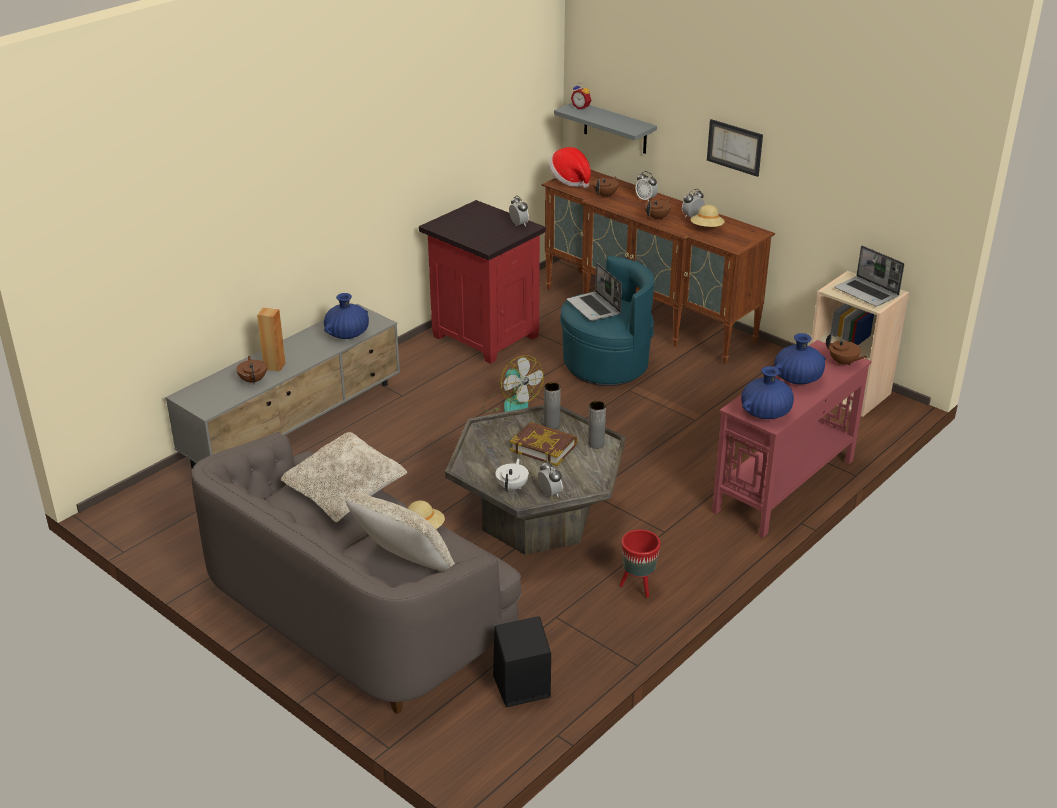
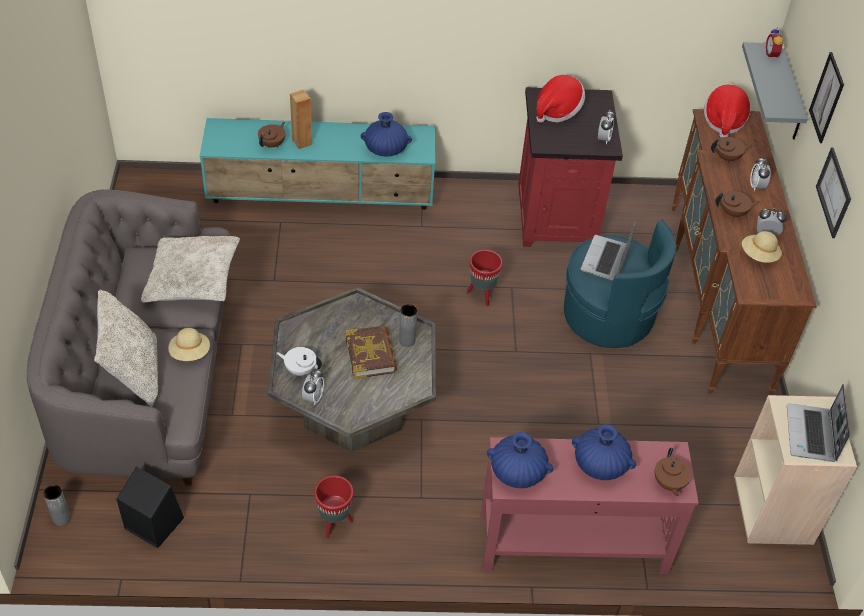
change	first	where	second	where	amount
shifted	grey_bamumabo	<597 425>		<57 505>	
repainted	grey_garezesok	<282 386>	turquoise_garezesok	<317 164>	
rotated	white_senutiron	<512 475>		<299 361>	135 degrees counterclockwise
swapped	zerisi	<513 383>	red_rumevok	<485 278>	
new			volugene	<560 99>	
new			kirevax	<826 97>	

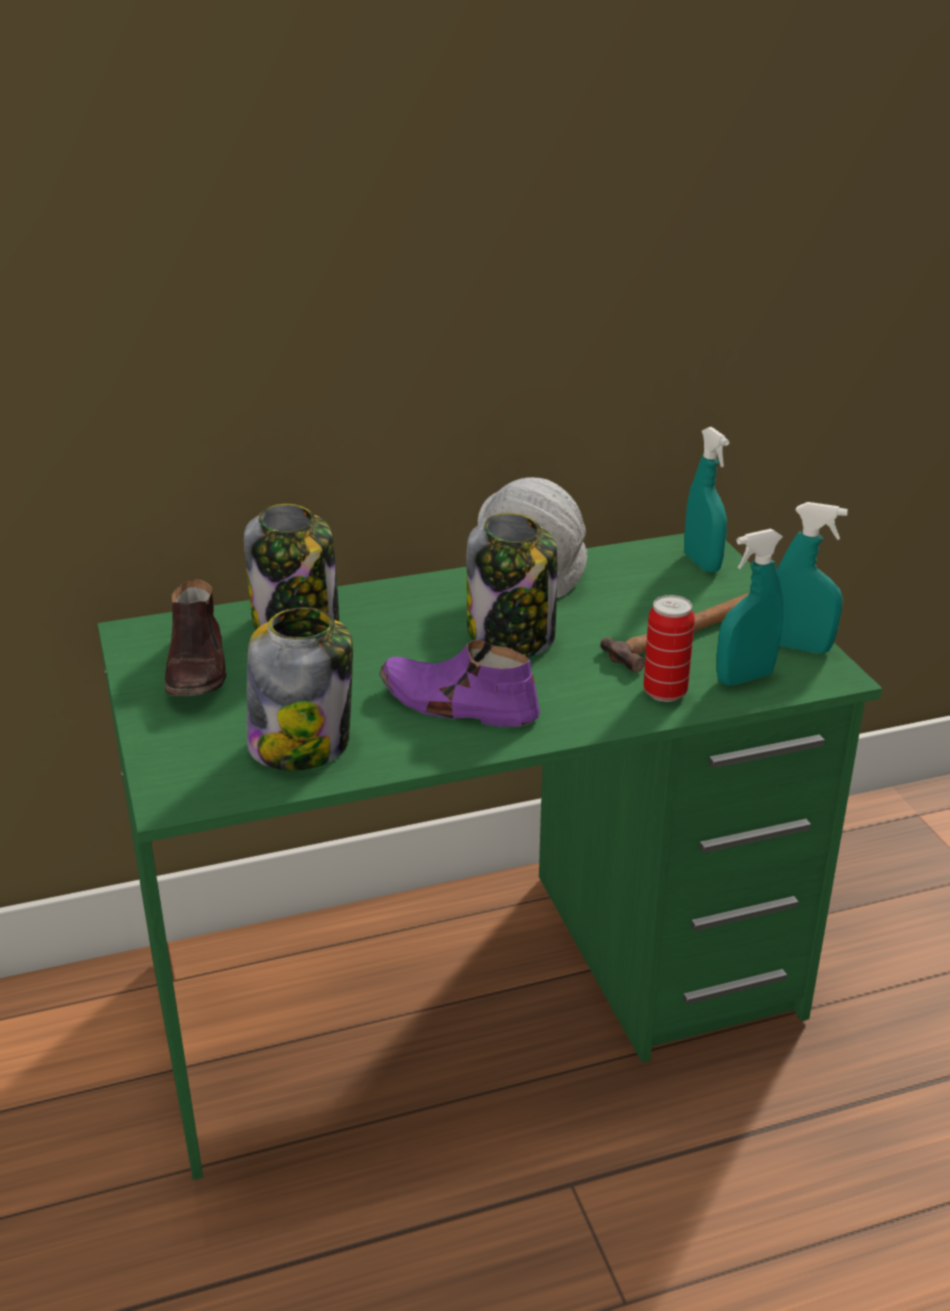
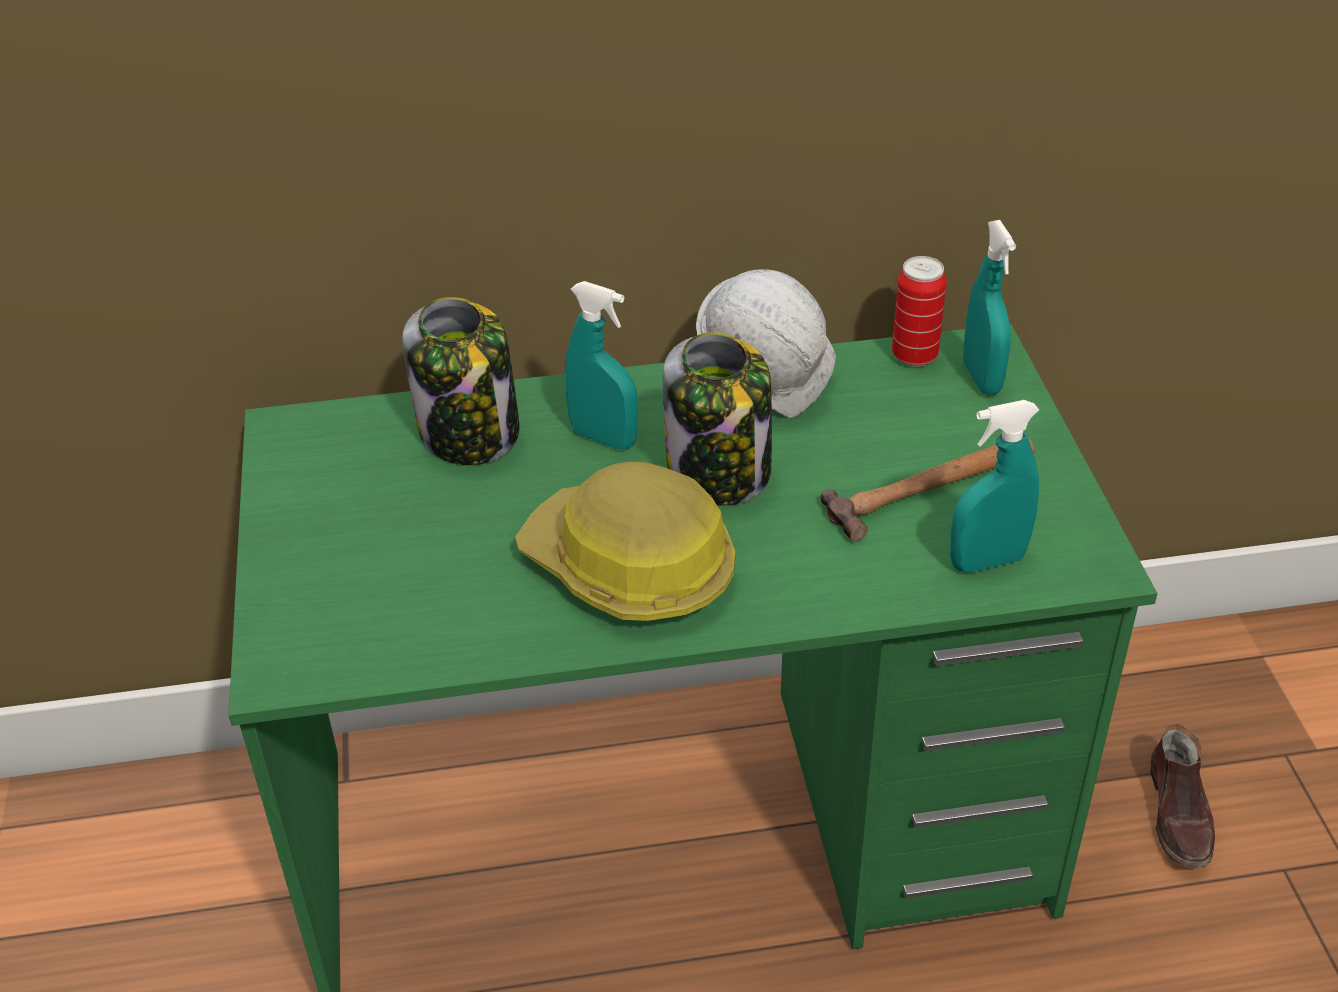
change	first	where	second	where	amount
swapped	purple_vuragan	<460 683>	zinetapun	<625 541>	
shifted	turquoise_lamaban	<812 577>		<601 365>	
shifted	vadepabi	<669 648>		<919 311>	
shifted	brown_vuragan	<195 637>		<1183 796>	
gone	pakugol	<300 688>			

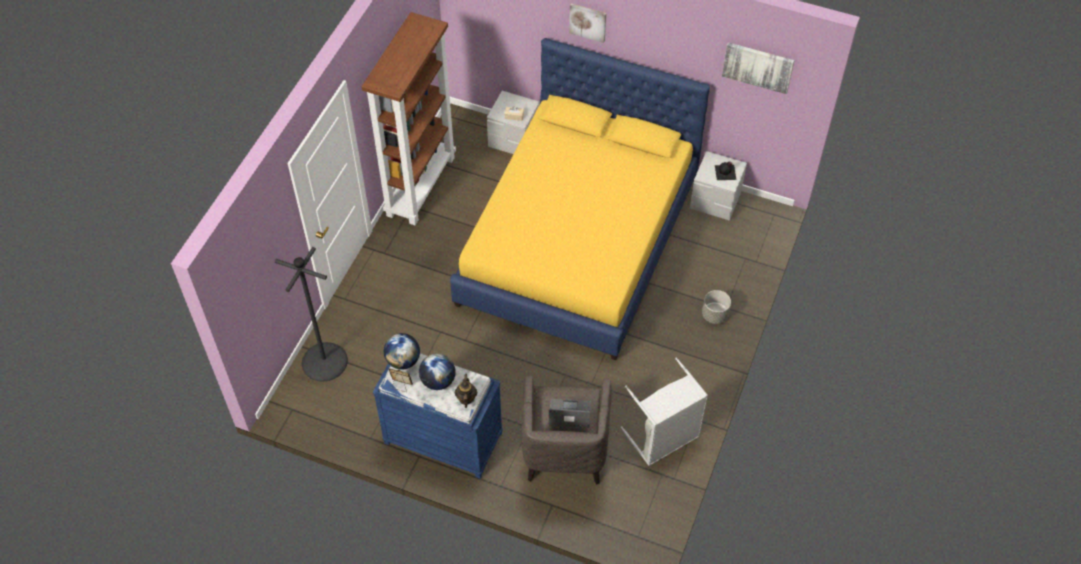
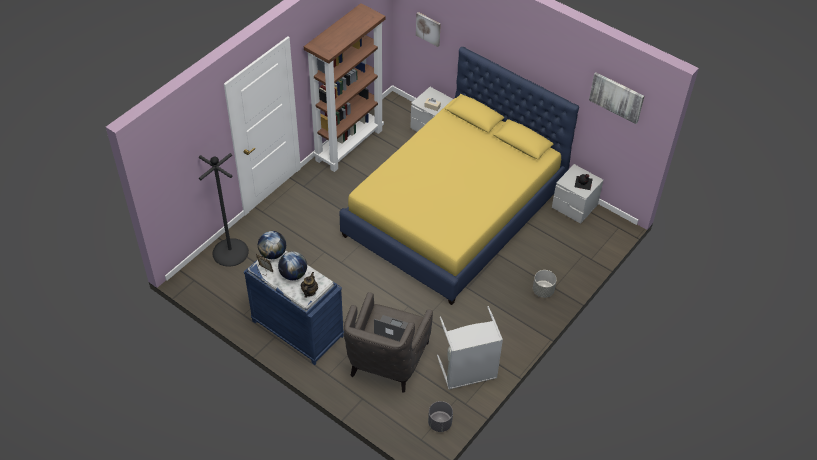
change	first	where	second	where	amount
shifted	kirevax	<587 23>		<428 29>	
new			grey_rumevok	<440 416>	

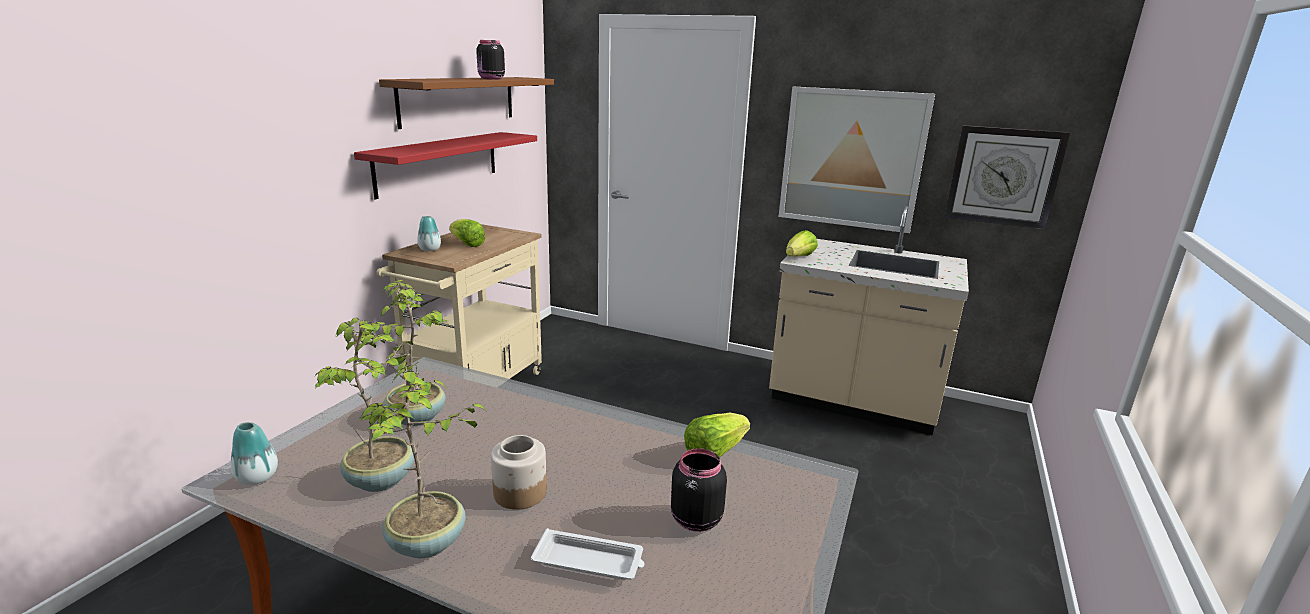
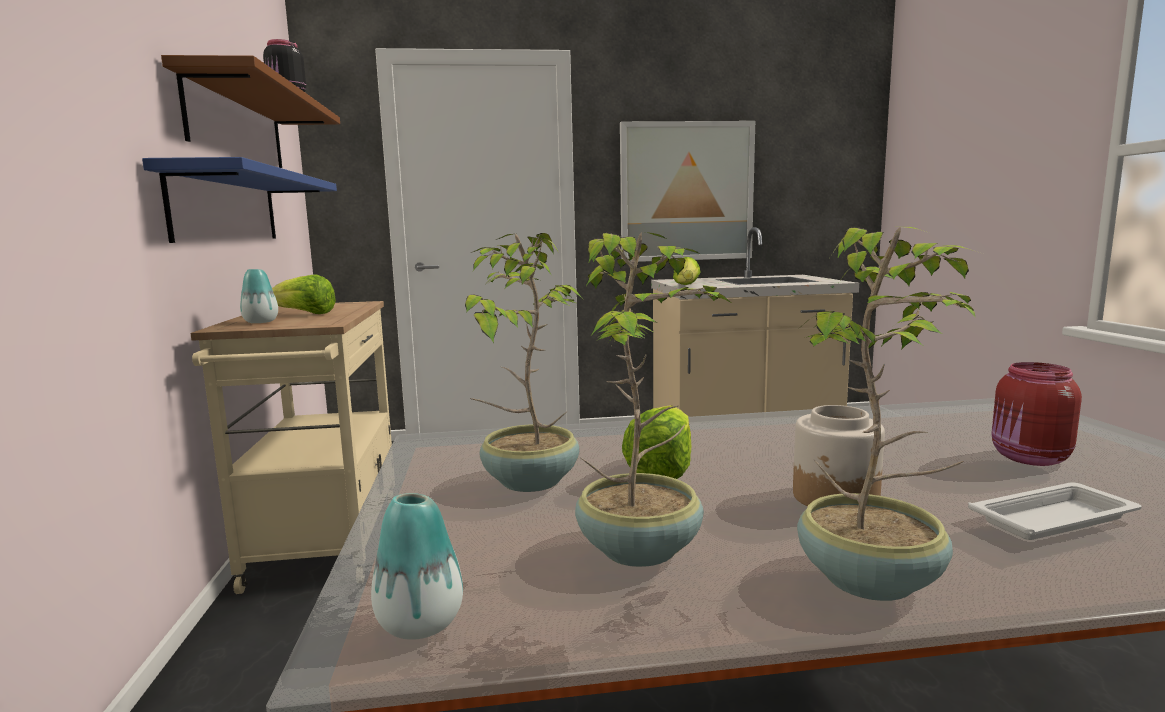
change	first	where	second	where	amount
repainted	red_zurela	<445 165>	blue_zurela	<239 200>	
shifted	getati	<717 435>		<656 442>	
repainted	black_pakugol	<699 490>	red_pakugol	<1037 414>	
gone	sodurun	<1007 177>			

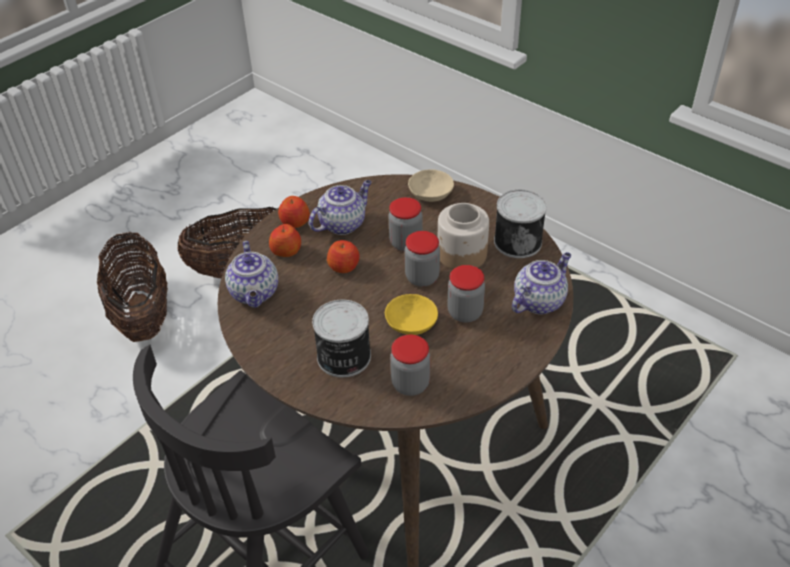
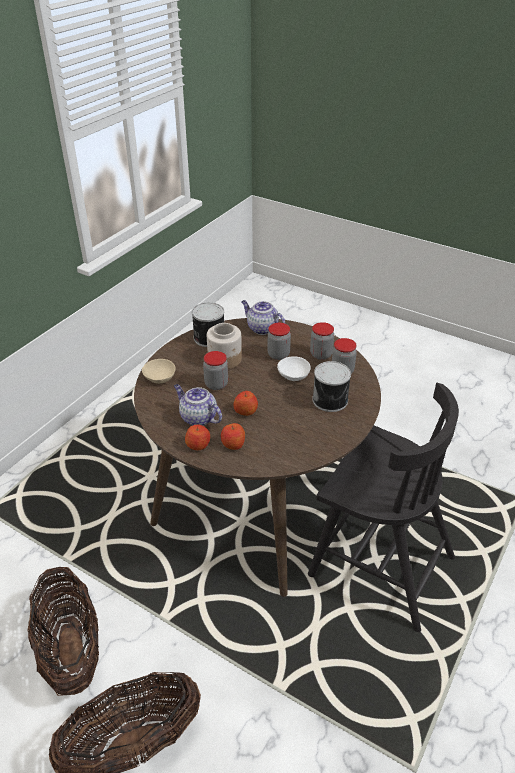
change	first	where	second	where	amount
repainted	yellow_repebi	<411 314>	white_repebi	<294 368>	
shifted	pakugol	<422 259>		<322 341>	
gone	senutiron	<251 274>			

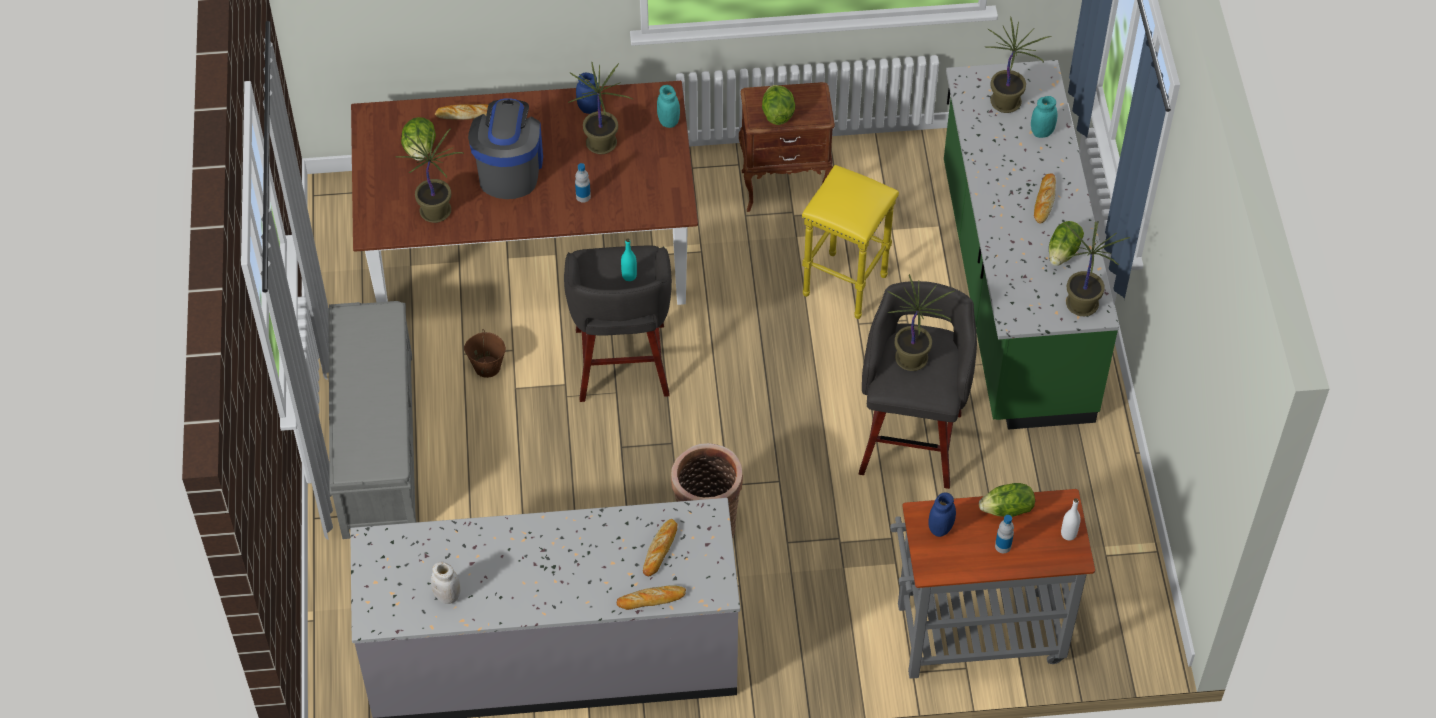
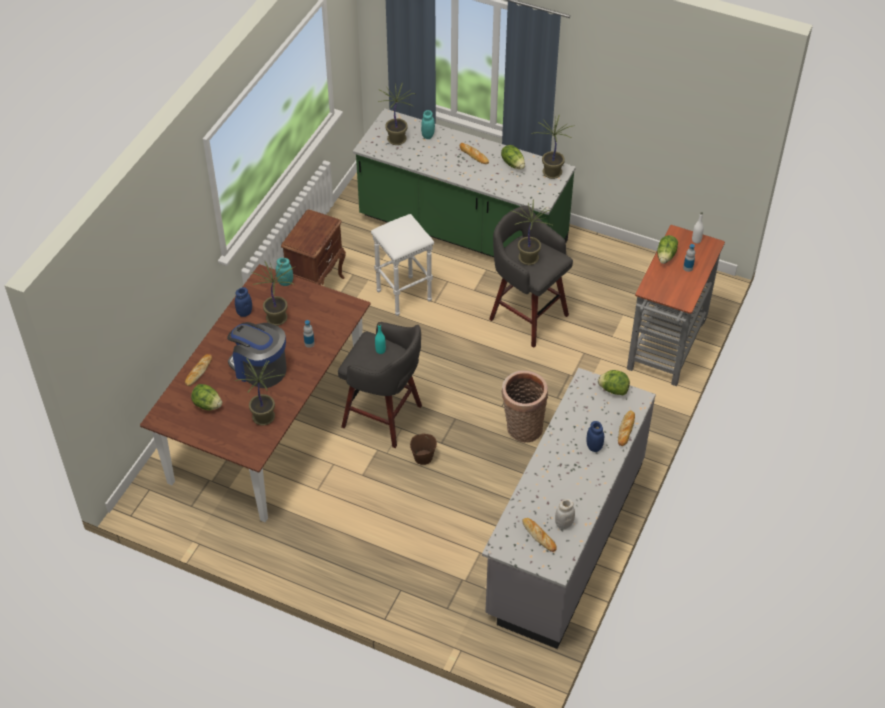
change	first	where	second	where	amount
repainted	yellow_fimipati	<850 242>	white_fimipati	<402 265>	
shifted	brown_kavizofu	<485 353>		<423 449>	
shifted	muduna	<660 548>		<539 535>	
shifted	blue_pakugol	<942 514>		<595 436>	
shifted	getati	<778 105>		<614 382>	
gone	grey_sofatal	<372 420>			

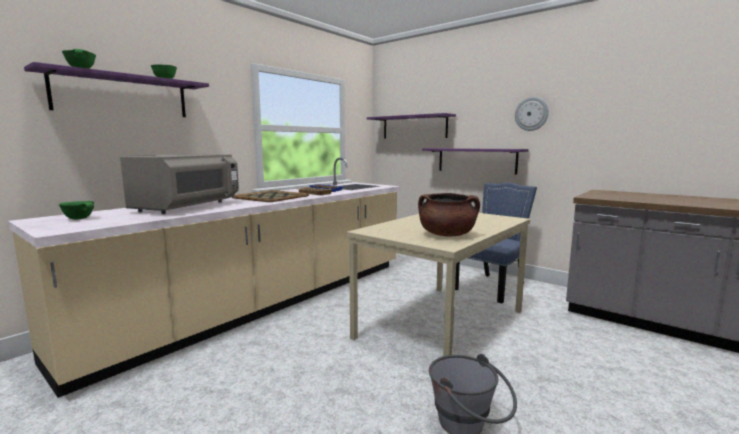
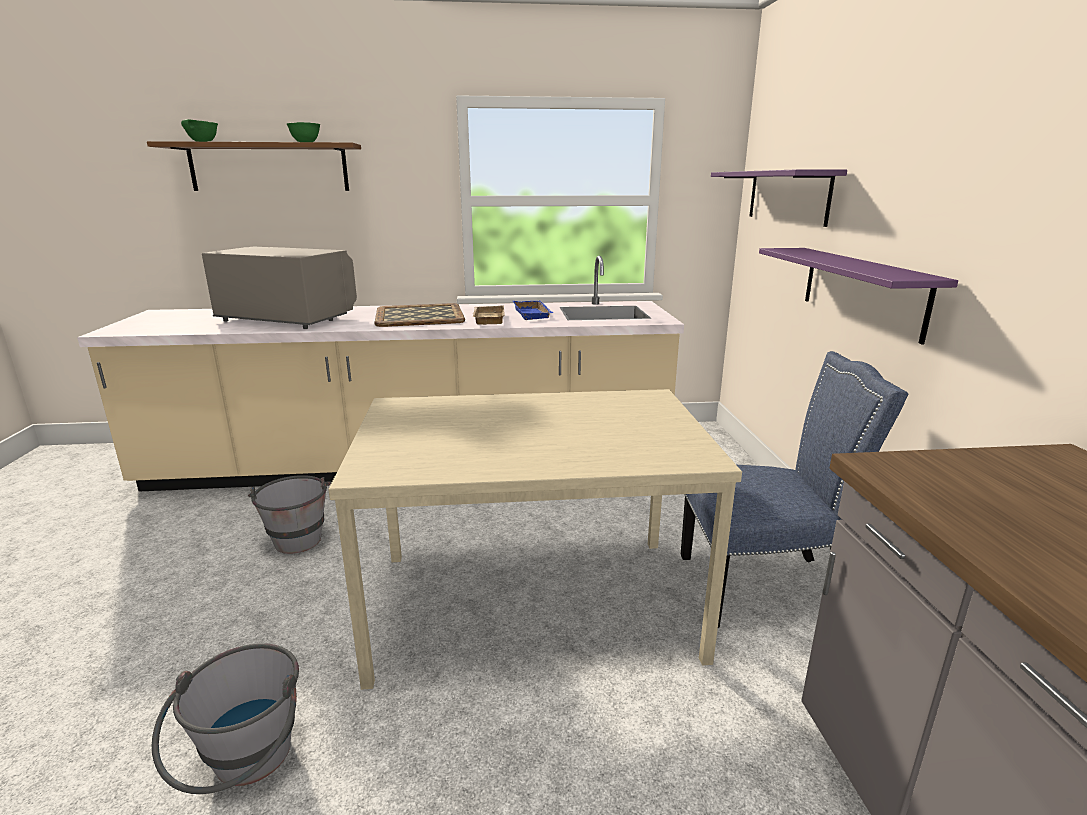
change	first	where	second	where	amount
repainted	purple_zurela	<116 89>	brown_zurela	<254 166>	
rotated	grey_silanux	<179 184>		<279 288>	135 degrees counterclockwise
new			grey_kavizofu	<290 514>	
gone	green_repebi	<76 210>			
gone	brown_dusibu	<449 214>			
gone	sodurun	<532 114>			

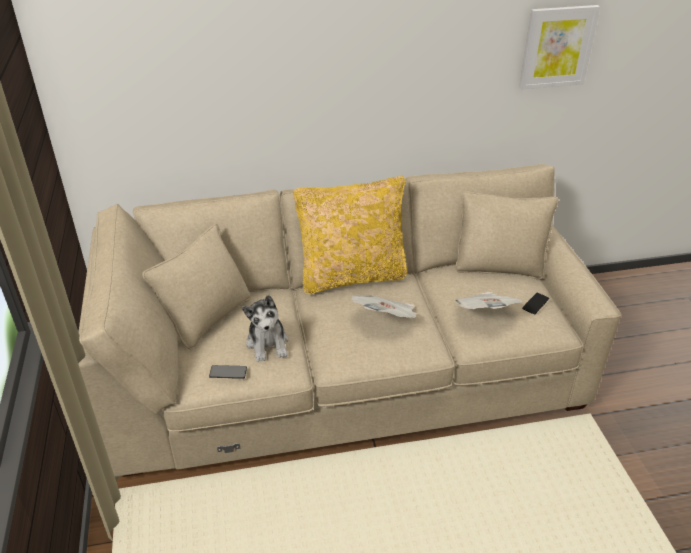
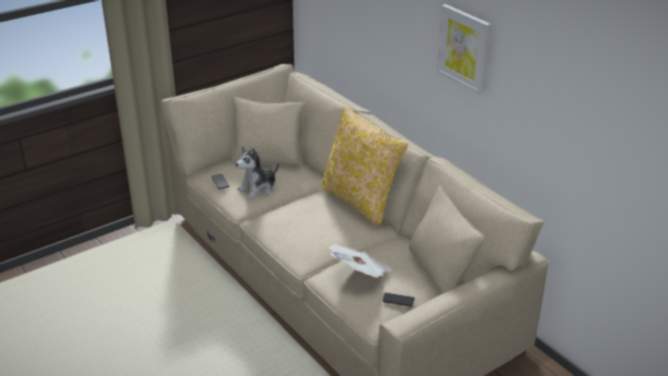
change	first	where	second	where	amount
shifted	kirevax	<559 47>		<464 49>	
gone	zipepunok	<384 306>			

